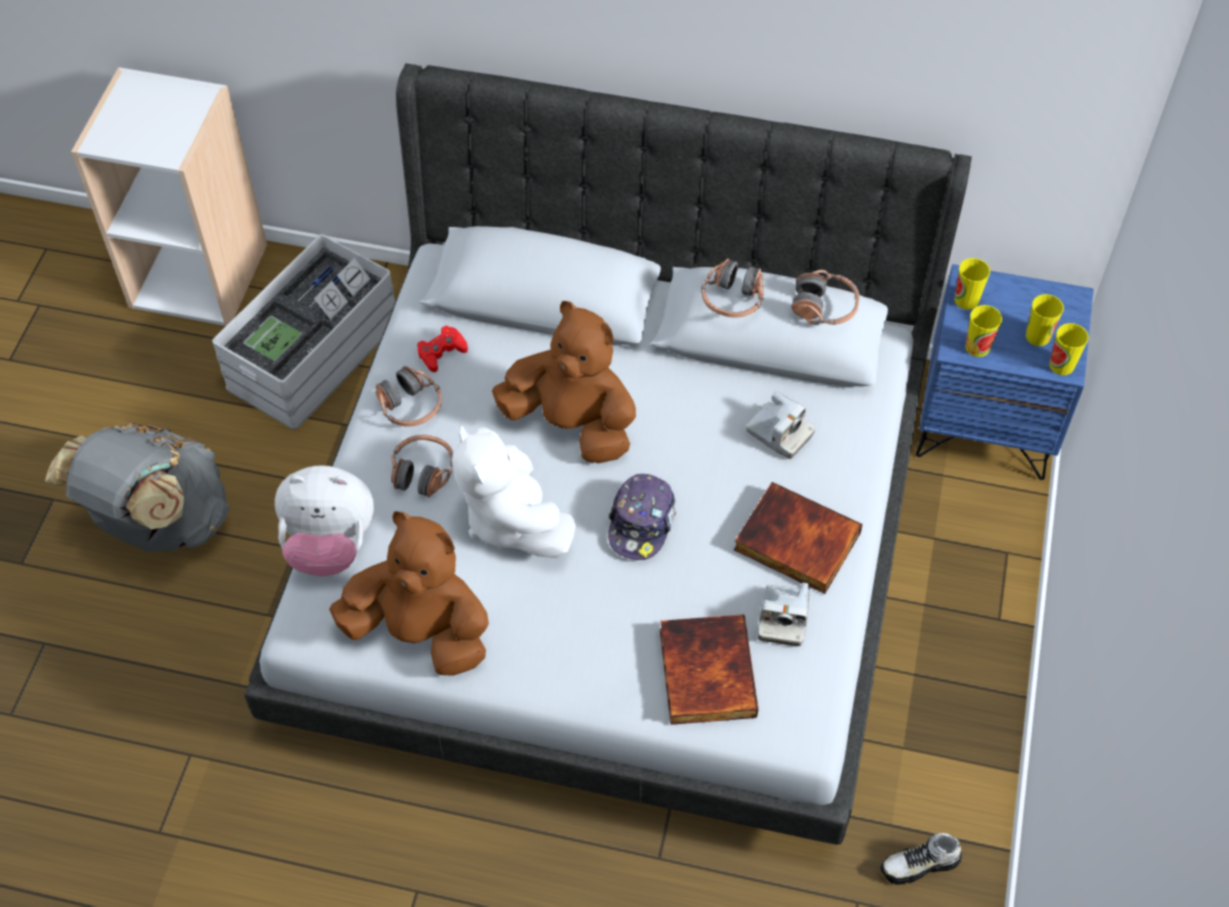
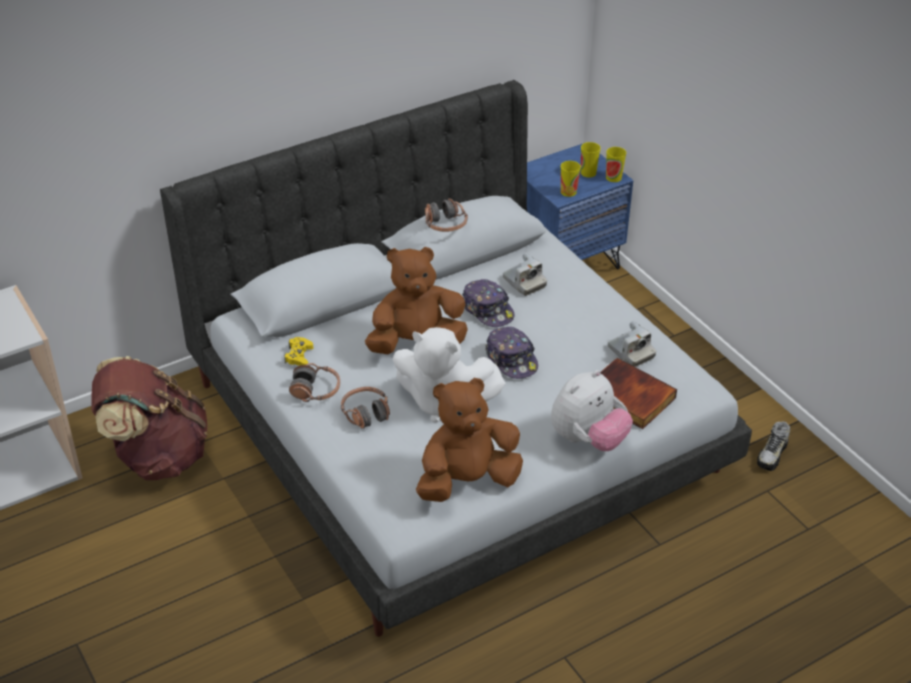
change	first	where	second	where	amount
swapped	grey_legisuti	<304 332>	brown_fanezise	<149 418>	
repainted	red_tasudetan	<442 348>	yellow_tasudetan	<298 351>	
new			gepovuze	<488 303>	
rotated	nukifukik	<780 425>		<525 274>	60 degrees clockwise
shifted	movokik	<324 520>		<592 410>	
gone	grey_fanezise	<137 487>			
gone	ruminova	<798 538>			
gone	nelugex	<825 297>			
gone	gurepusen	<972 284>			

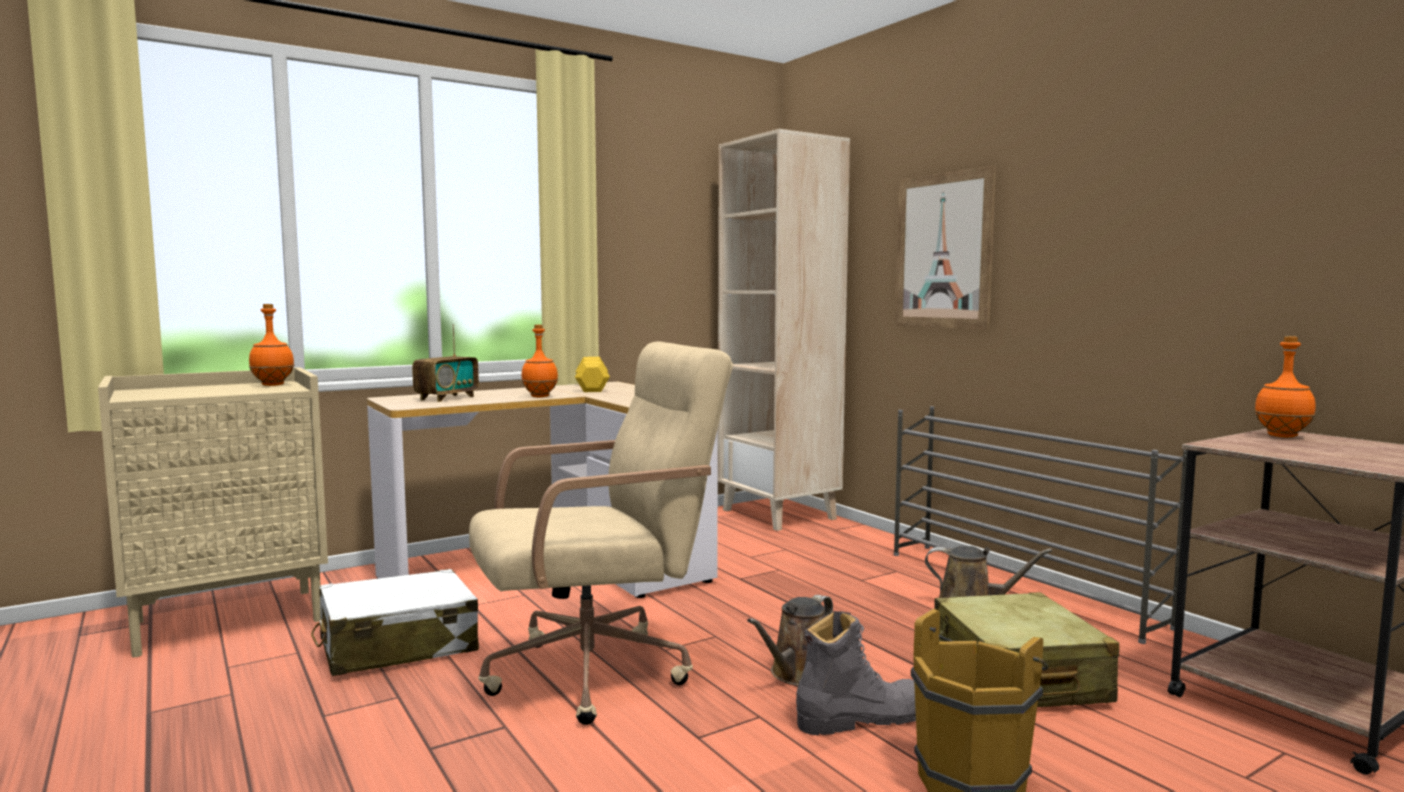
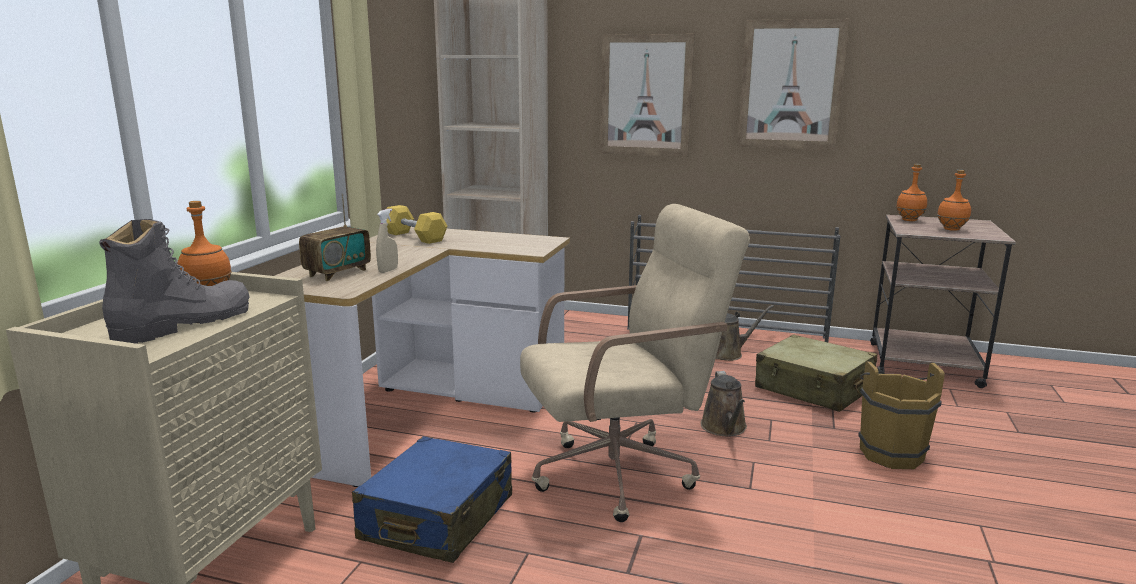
change	first	where	second	where	amount
shifted	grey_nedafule	<856 673>		<174 281>	
rotated	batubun	<445 363>		<335 237>	45 degrees clockwise
repainted	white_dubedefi	<395 622>	blue_dubedefi	<432 499>	
new			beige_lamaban	<387 241>	
rotated	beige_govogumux	<601 533>		<635 363>	45 degrees clockwise
new			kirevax	<793 84>	
shifted	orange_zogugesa	<539 360>		<954 200>	

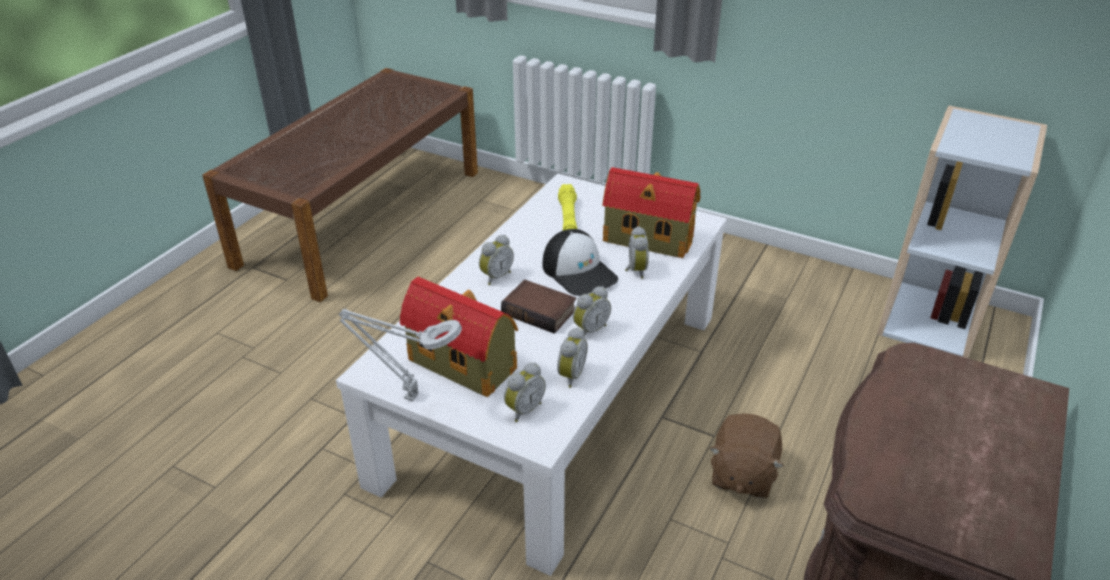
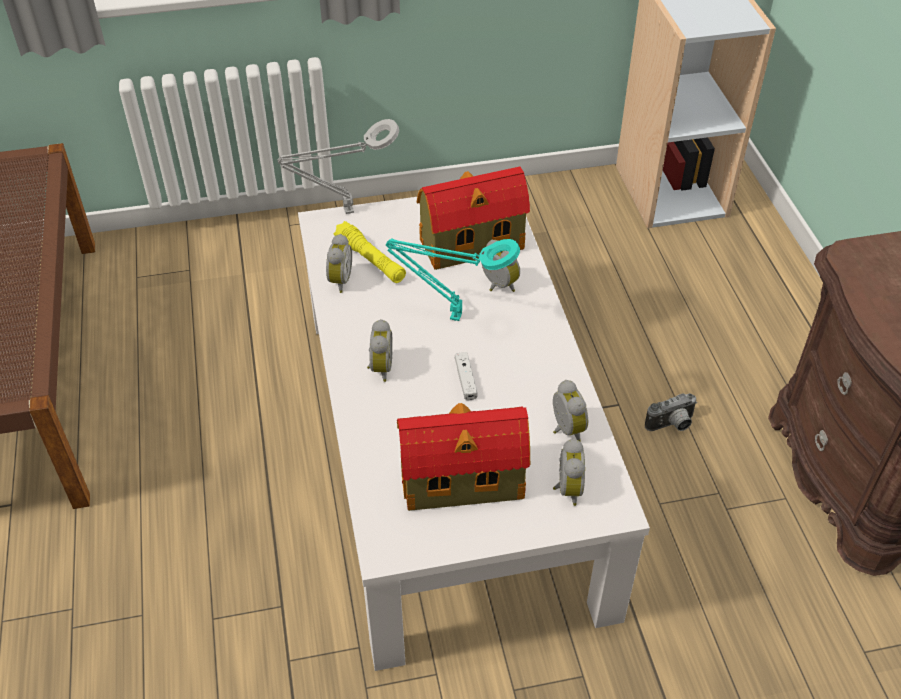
change	first	where	second	where	amount
shifted	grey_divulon	<400 355>		<338 166>	
shifted	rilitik	<592 310>		<339 263>	
swapped	gepovuze	<580 262>	turquoise_divulon	<453 279>	
swapped	ruminova	<538 307>	white_tasudetan	<466 376>	
swapped	brown_movokik	<746 455>	nukifukik	<671 412>	

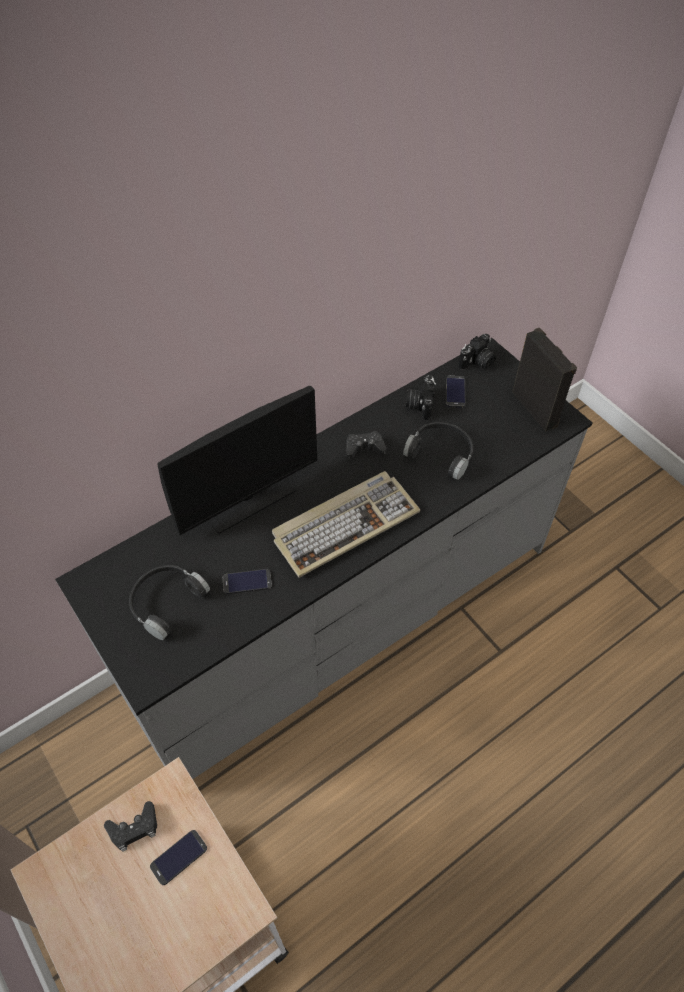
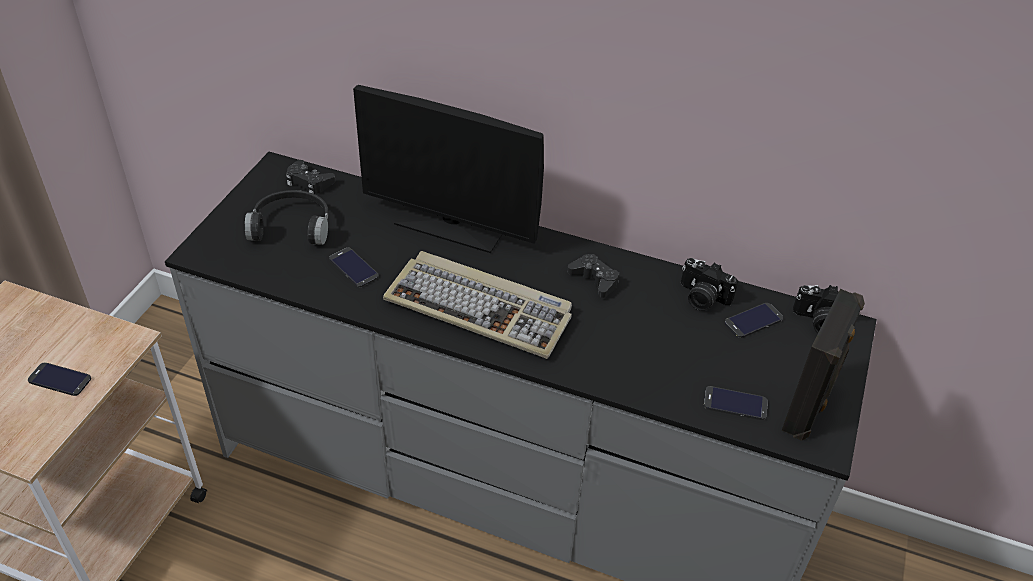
change	first	where	second	where	amount
shifted	black_tasudetan	<130 826>		<310 177>	
rotated	nukifukik	<421 397>		<709 284>	120 degrees counterclockwise
new			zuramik	<736 403>	
gone	black_nelugex	<438 451>			

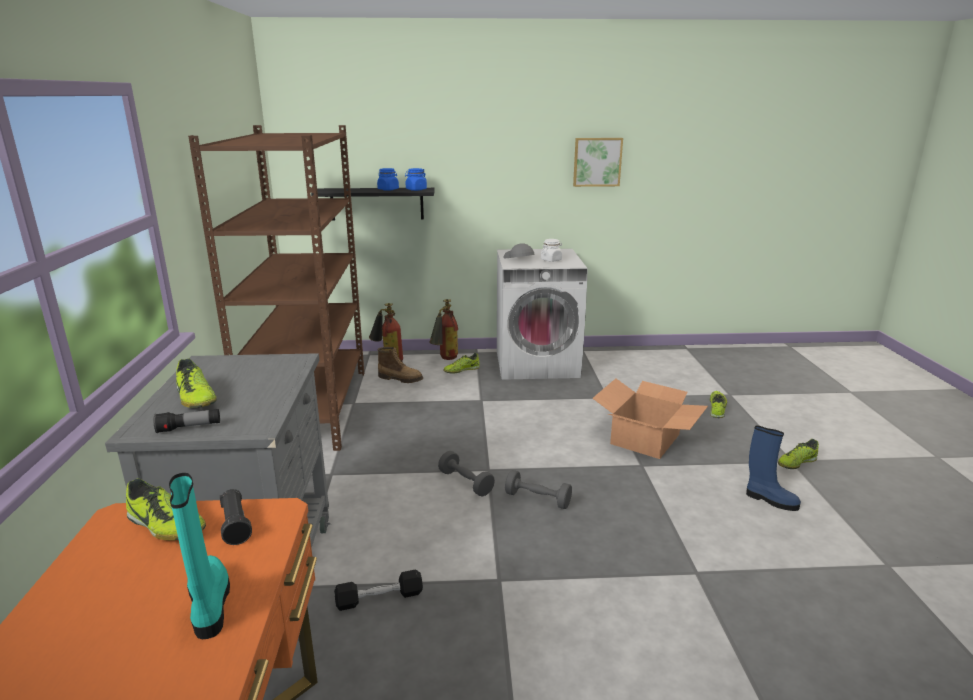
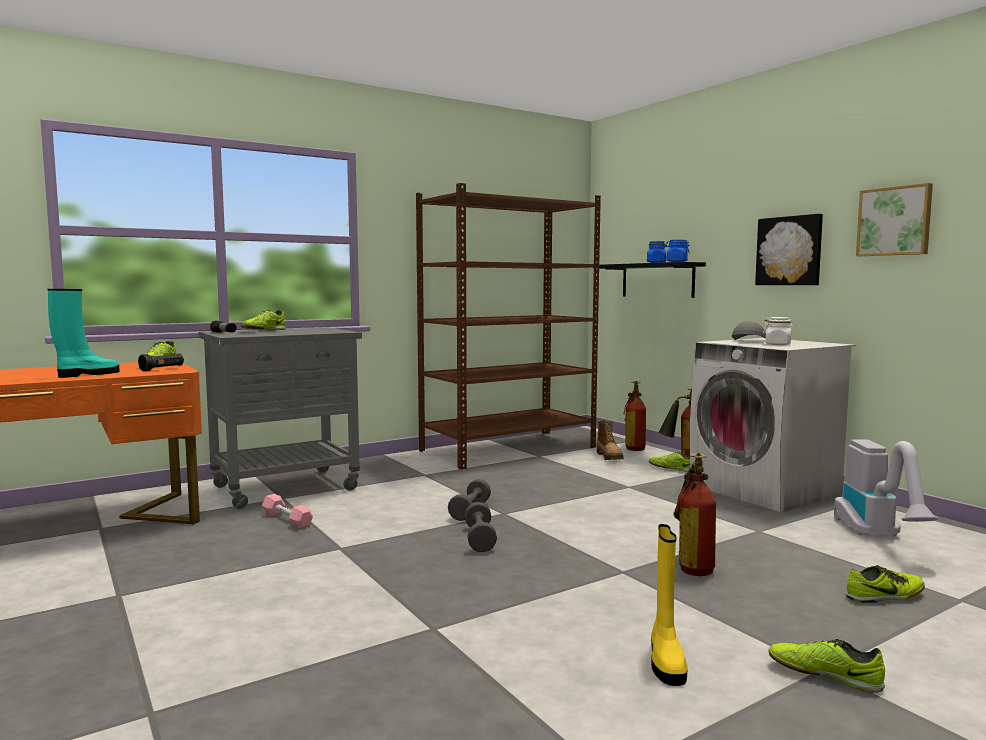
change	first	where	second	where	amount
repainted	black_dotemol	<378 590>	pink_dotemol	<287 511>	
repainted	blue_nedafule	<773 468>	yellow_nedafule	<669 605>	
swapped	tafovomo	<650 418>	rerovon	<695 514>	
new			kirevax	<789 249>	
new			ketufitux	<886 487>	

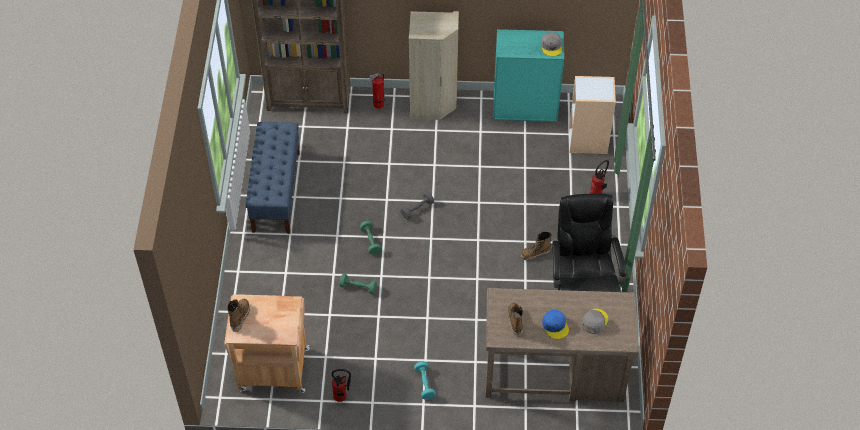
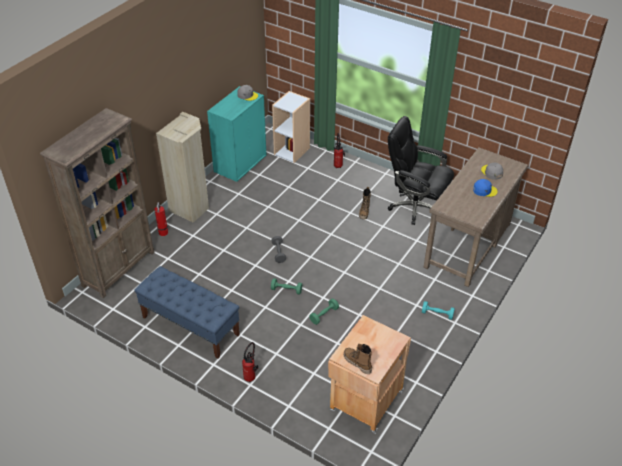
change	first	where	second	where	amount
shifted	rerovon	<341 385>		<250 362>	
gone	nedafule	<515 320>			

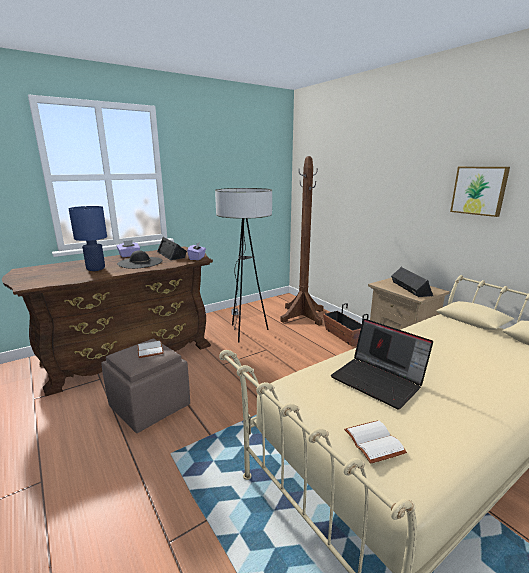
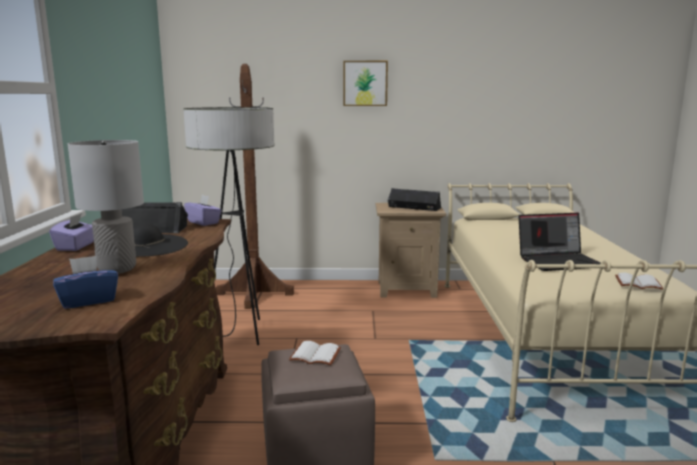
change	first	where	second	where	amount
new			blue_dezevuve	<85 282>	
repainted	blue_divulon	<87 238>	grey_divulon	<106 207>	
shifted	kirevax	<480 192>		<365 83>	
gone	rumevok	<346 324>			

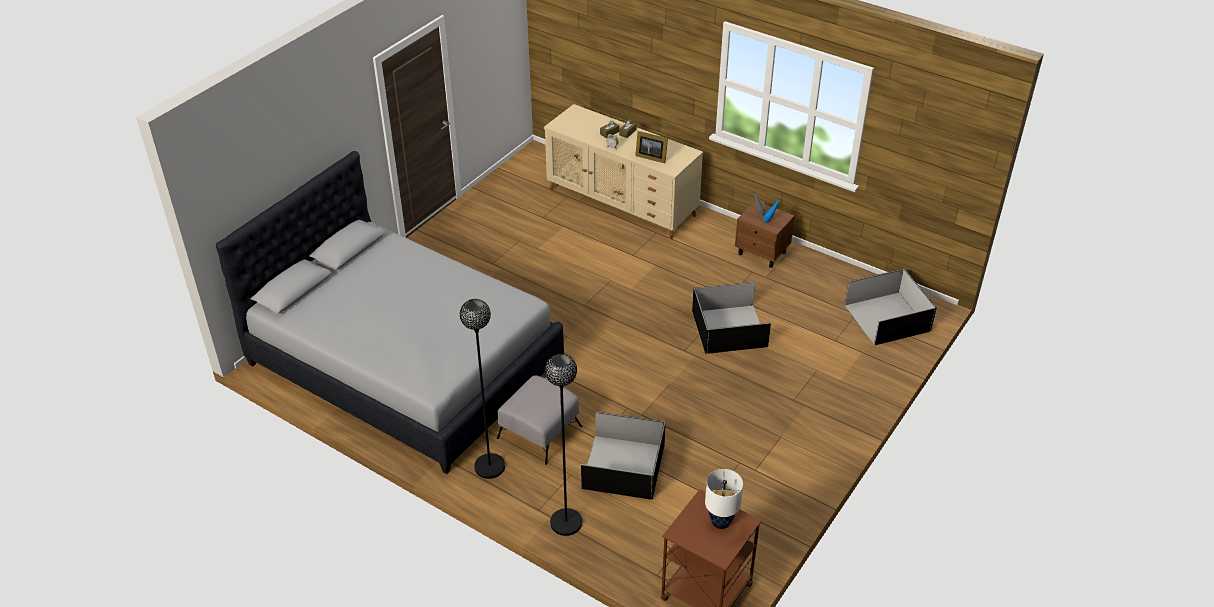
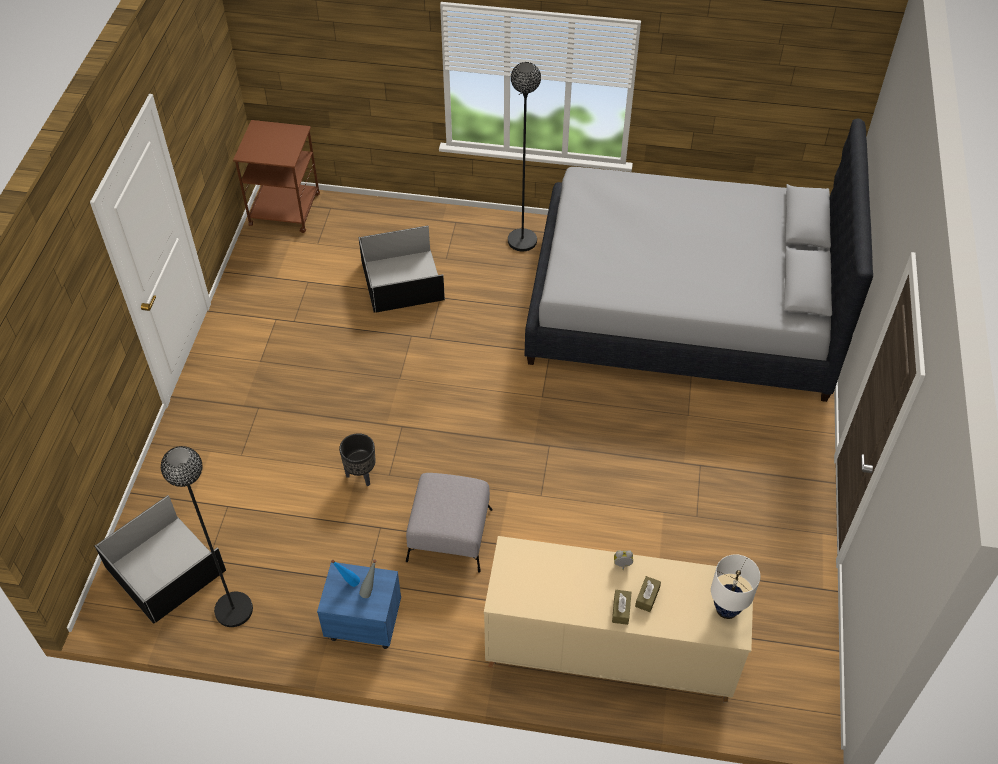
change	first	where	second	where	amount
shifted	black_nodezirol	<563 445>		<207 536>	
repainted	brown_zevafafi	<765 234>	blue_zevafafi	<359 605>	
swapped	black_legisuti	<731 318>	black_rumevok	<357 459>	
shifted	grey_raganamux	<539 420>		<449 523>	
shifted	white_divulon	<724 499>		<735 586>	
gone	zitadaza	<651 147>			

